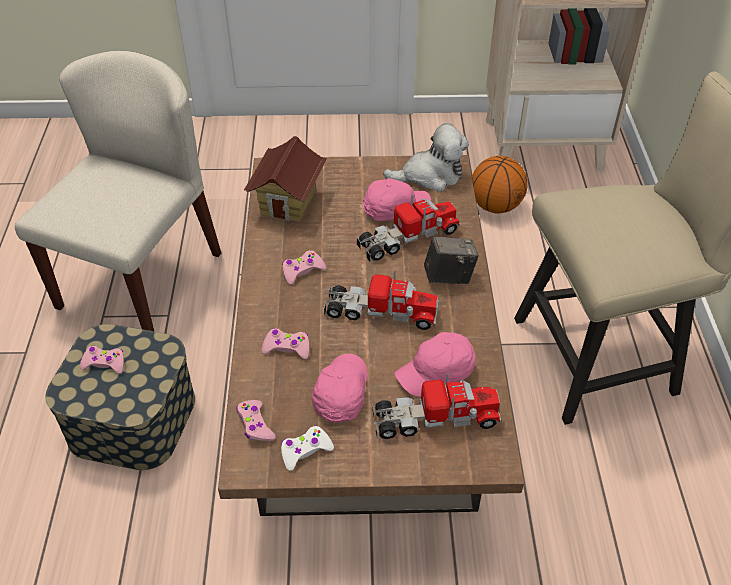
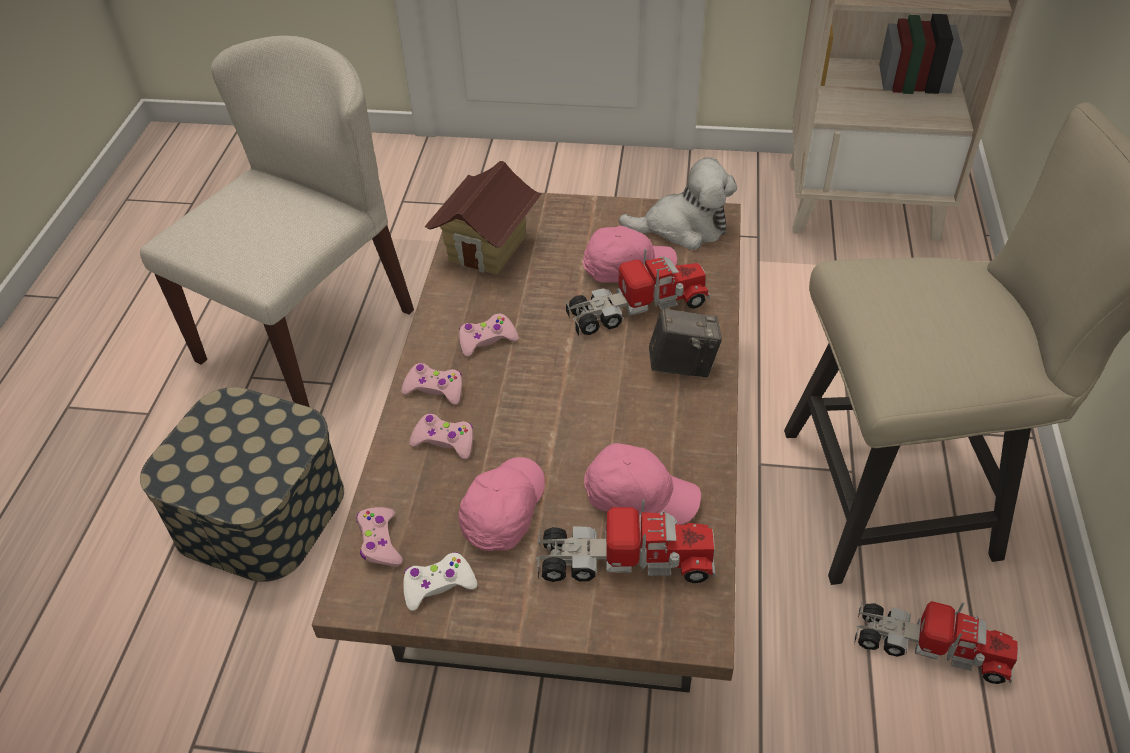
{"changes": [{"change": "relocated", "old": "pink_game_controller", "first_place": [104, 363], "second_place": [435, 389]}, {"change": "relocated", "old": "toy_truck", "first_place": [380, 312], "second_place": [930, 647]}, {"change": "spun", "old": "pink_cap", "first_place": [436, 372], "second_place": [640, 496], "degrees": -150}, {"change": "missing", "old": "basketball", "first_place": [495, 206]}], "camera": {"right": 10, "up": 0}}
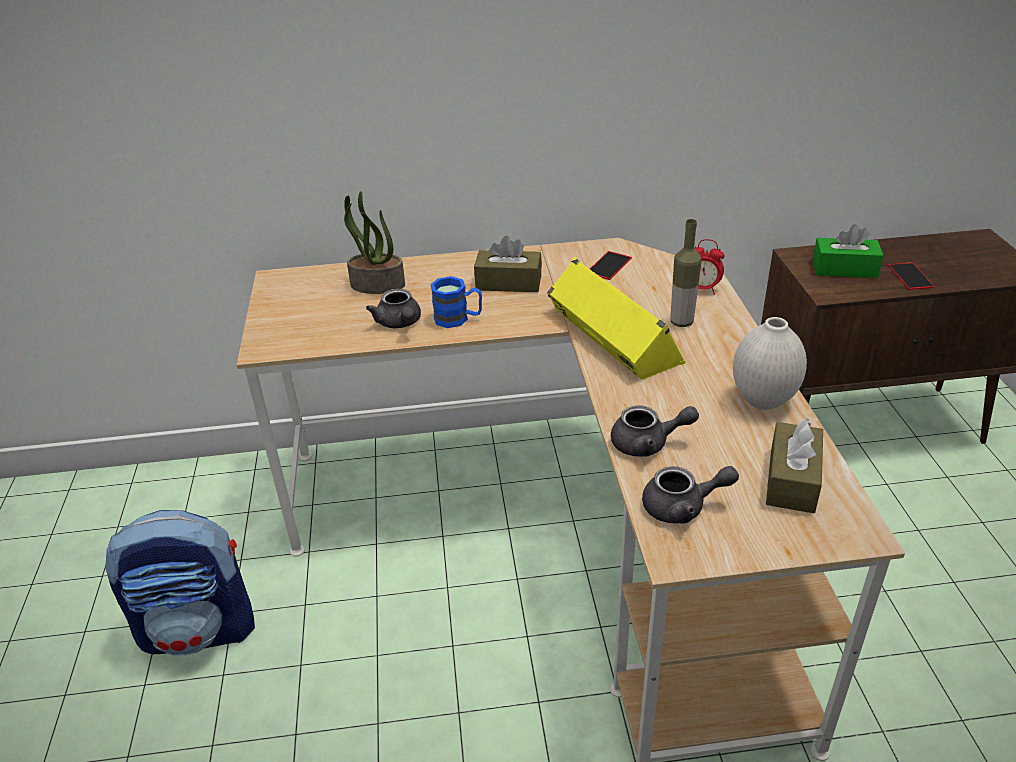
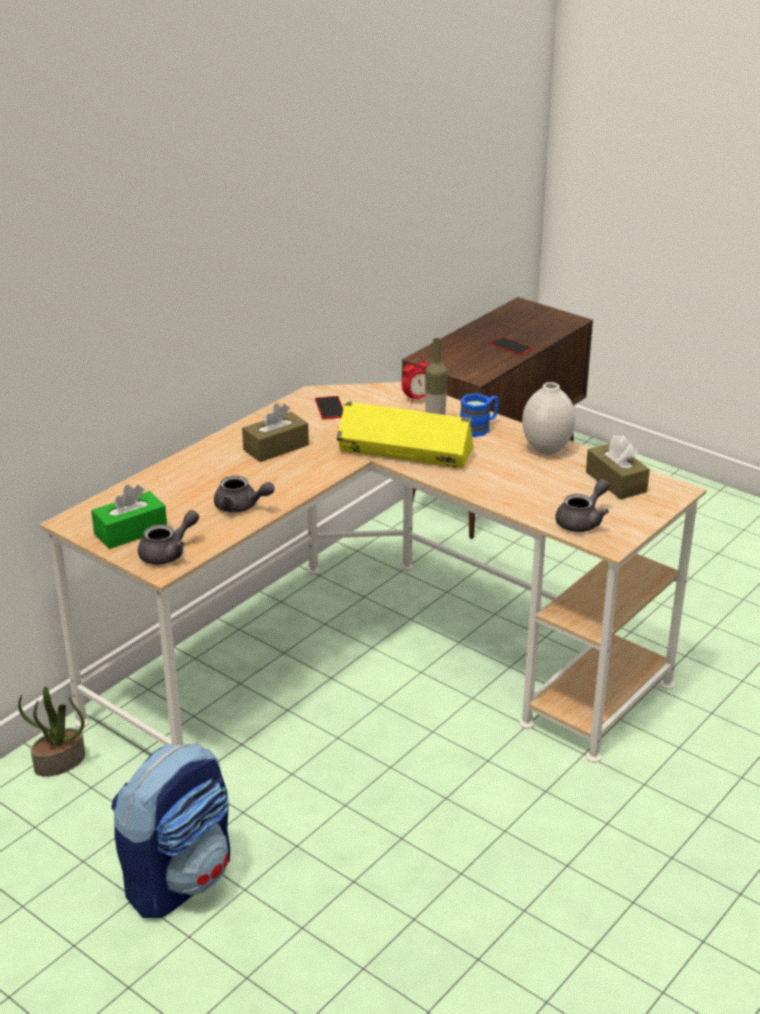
{"changes": [{"change": "relocated", "old": "potted_plant", "first_place": [376, 285], "second_place": [59, 763]}, {"change": "relocated", "old": "blue_mug", "first_place": [458, 319], "second_place": [479, 428]}, {"change": "relocated", "old": "grey_teapot", "first_place": [648, 444], "second_place": [168, 553]}, {"change": "relocated", "old": "green_tissue_box", "first_place": [844, 269], "second_place": [131, 531]}], "camera": {"right": -45, "up": -5}}
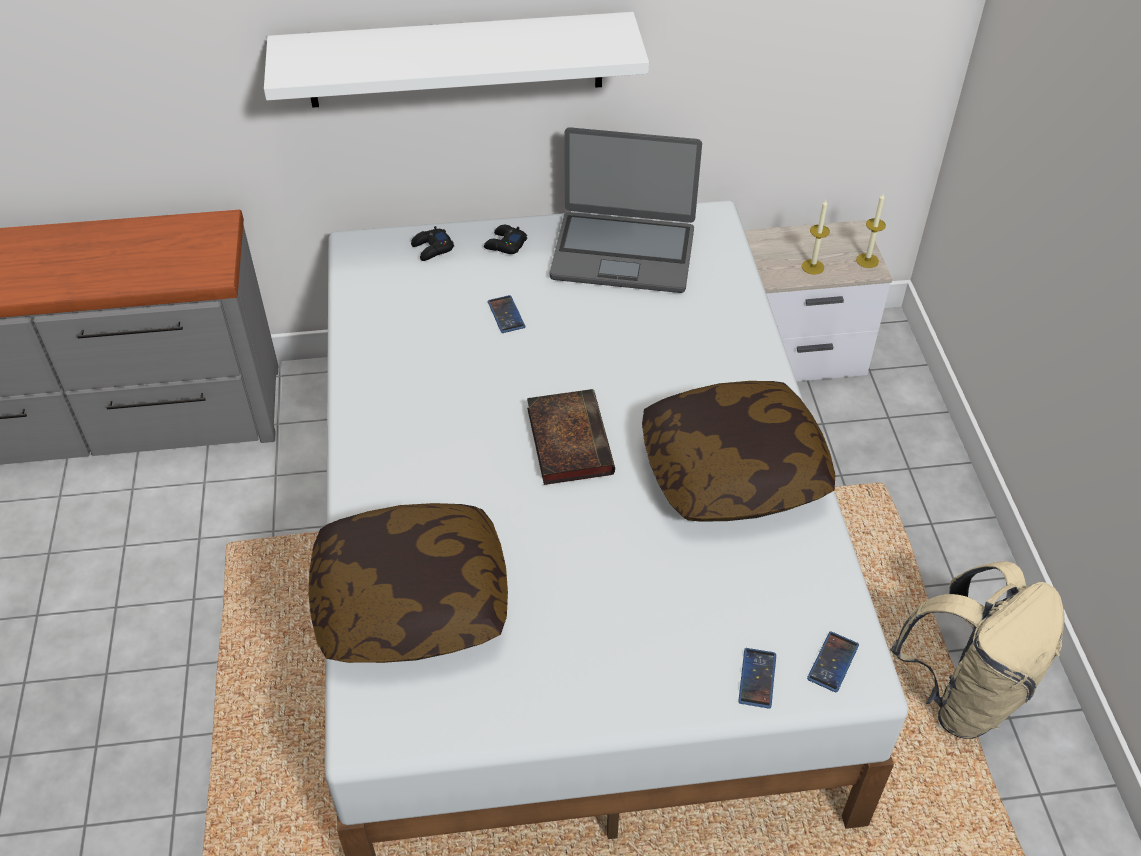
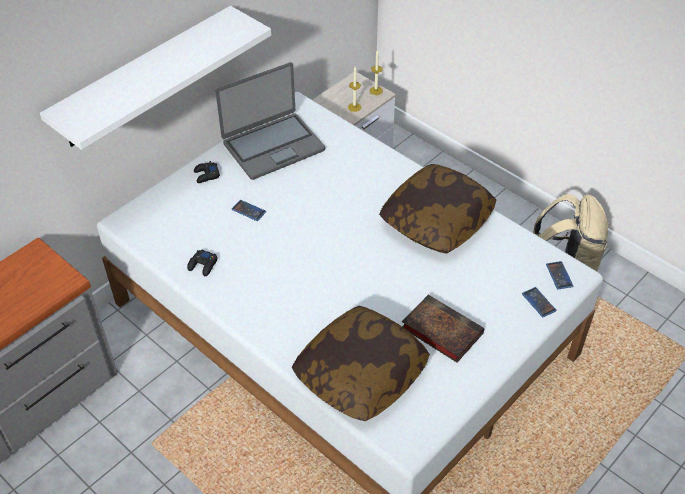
{"changes": [{"change": "relocated", "old": "black_game_controller", "first_place": [432, 249], "second_place": [203, 265]}, {"change": "relocated", "old": "book", "first_place": [567, 439], "second_place": [440, 330]}], "camera": {"right": -40, "up": 0}}
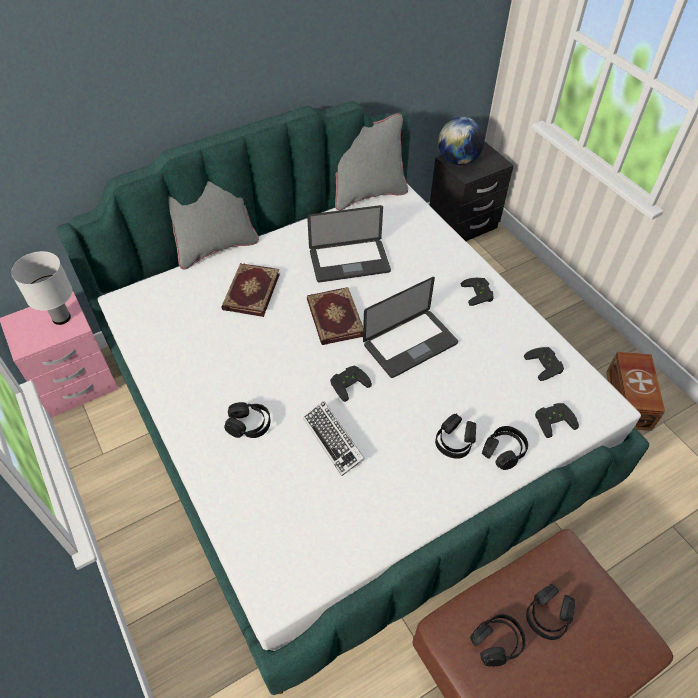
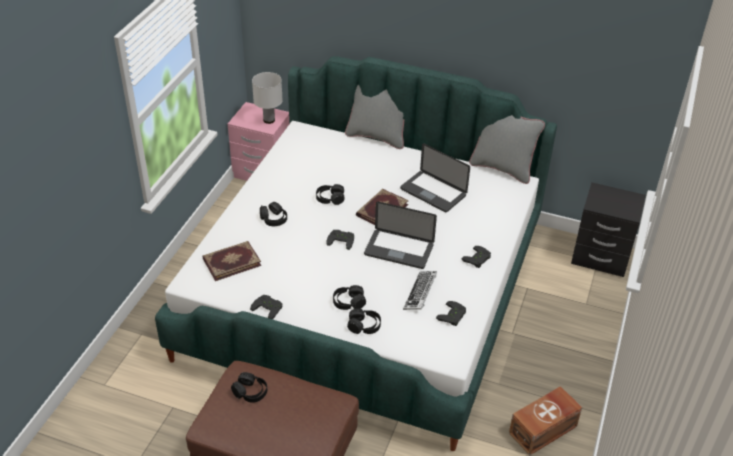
{"changes": [{"change": "relocated", "old": "book", "first_place": [250, 291], "second_place": [231, 261]}, {"change": "relocated", "old": "keyboard", "first_place": [333, 440], "second_place": [420, 293]}, {"change": "missing", "old": "globe", "first_place": [458, 160]}, {"change": "relocated", "old": "black_headphones", "first_place": [548, 615], "second_place": [330, 199]}, {"change": "relocated", "old": "black_game_controller", "first_place": [553, 419], "second_place": [268, 307]}], "camera": {"right": 50, "up": -10}}
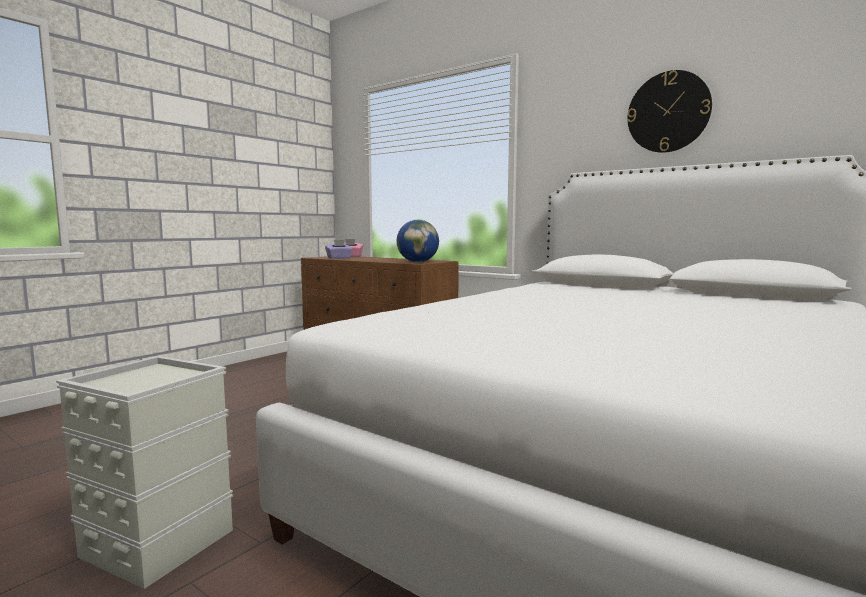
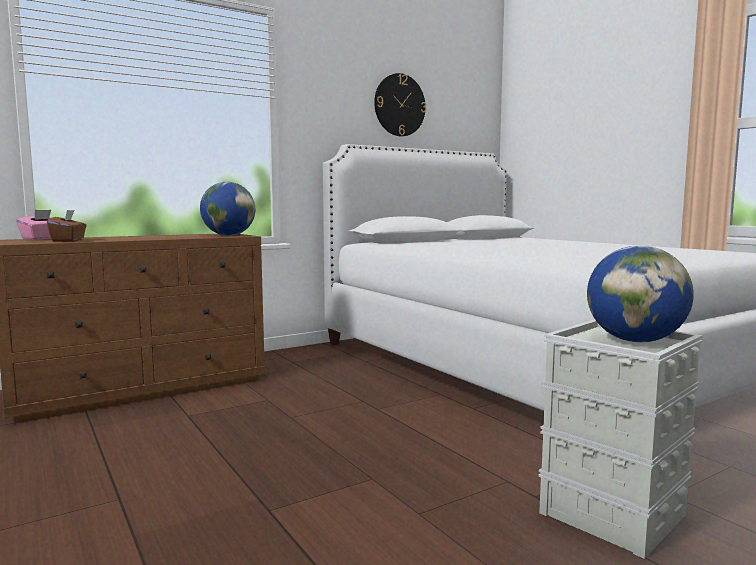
{"changes": [{"change": "colour", "old": "purple_tissue_box", "new": "brown_tissue_box", "first_place": [339, 258], "second_place": [69, 240]}, {"change": "appeared", "new": "globe", "second_place": [635, 341]}], "camera": {"right": -70, "up": 0}}
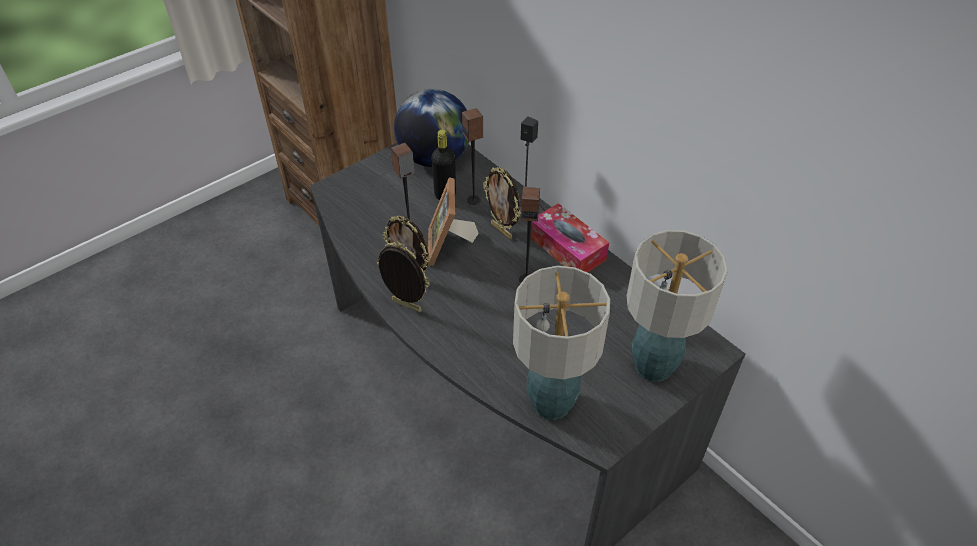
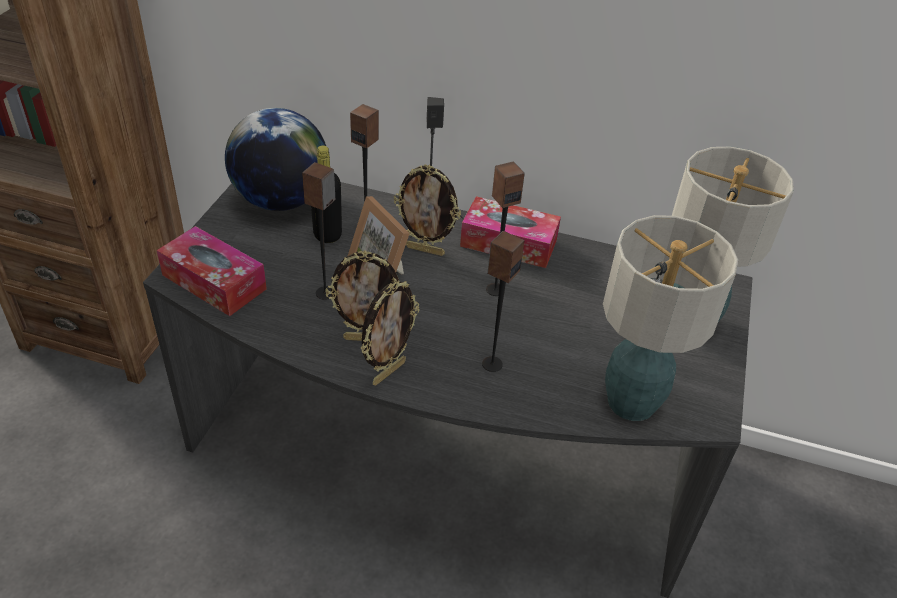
{"changes": [{"change": "spun", "old": "picture_frame", "first_place": [405, 307], "second_place": [388, 372], "degrees": 135}, {"change": "appeared", "new": "tissue_box", "second_place": [214, 282]}, {"change": "appeared", "new": "speaker", "second_place": [491, 364]}], "camera": {"right": -35, "up": -5}}
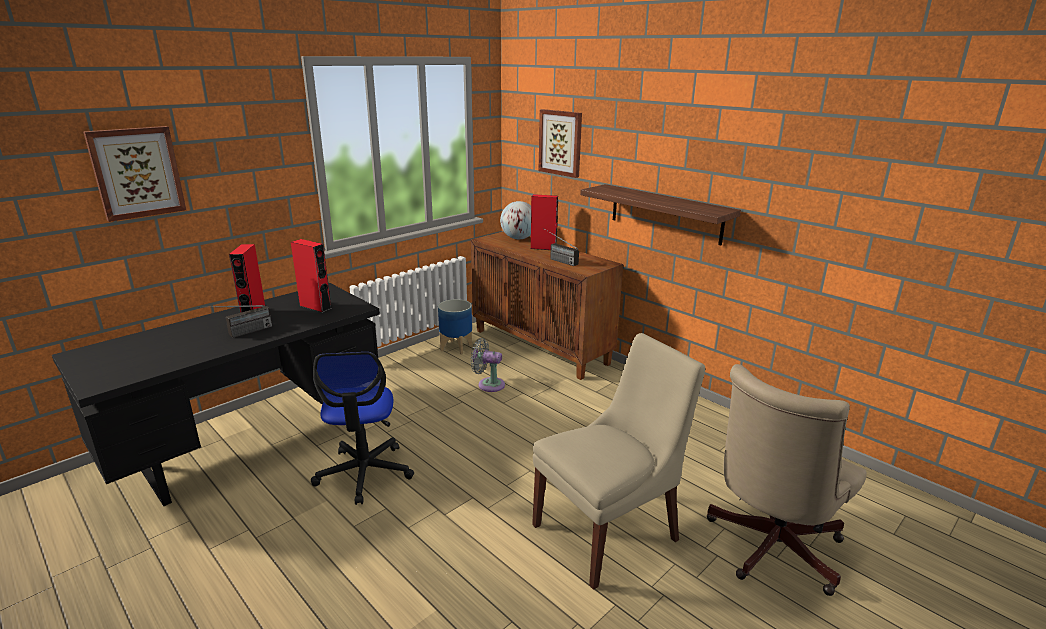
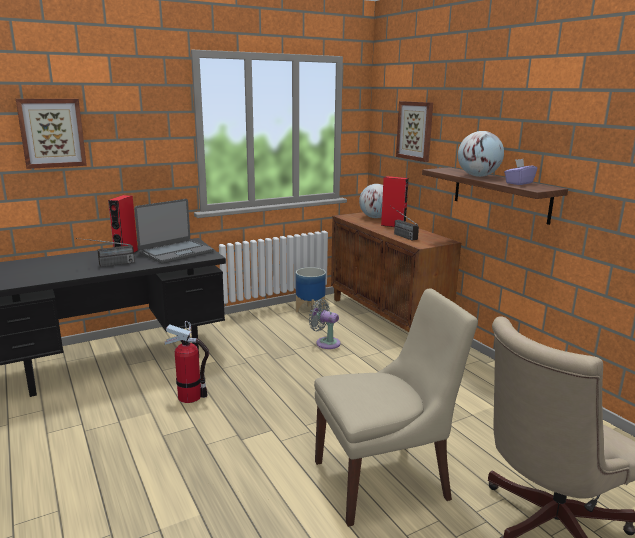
{"changes": [{"change": "exchanged", "old": "red_speaker", "new": "laptop", "first_place": [315, 307], "second_place": [176, 252]}, {"change": "exchanged", "old": "office_chair", "new": "fire_extinguisher", "first_place": [364, 473], "second_place": [190, 396]}, {"change": "appeared", "new": "globe", "second_place": [478, 176]}, {"change": "appeared", "new": "purple_tissue_box", "second_place": [518, 183]}], "camera": {"right": 15, "up": -5}}
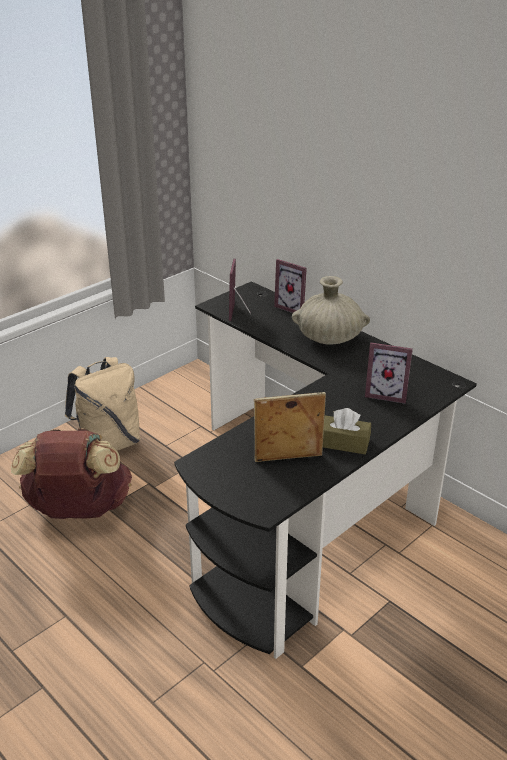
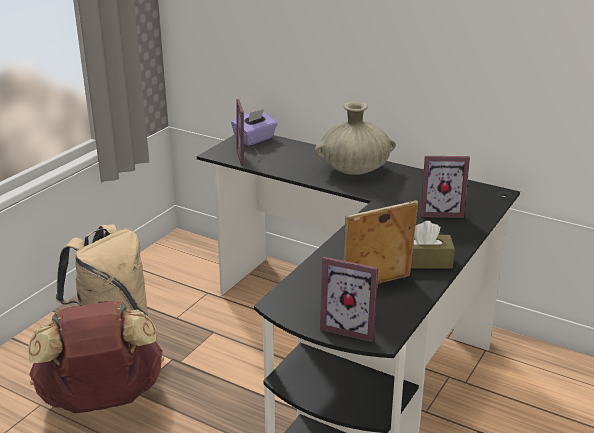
{"changes": [{"change": "relocated", "old": "picture_frame", "first_place": [293, 307], "second_place": [350, 327]}, {"change": "appeared", "new": "purple_tissue_box", "second_place": [255, 139]}], "camera": {"right": -15, "up": -5}}
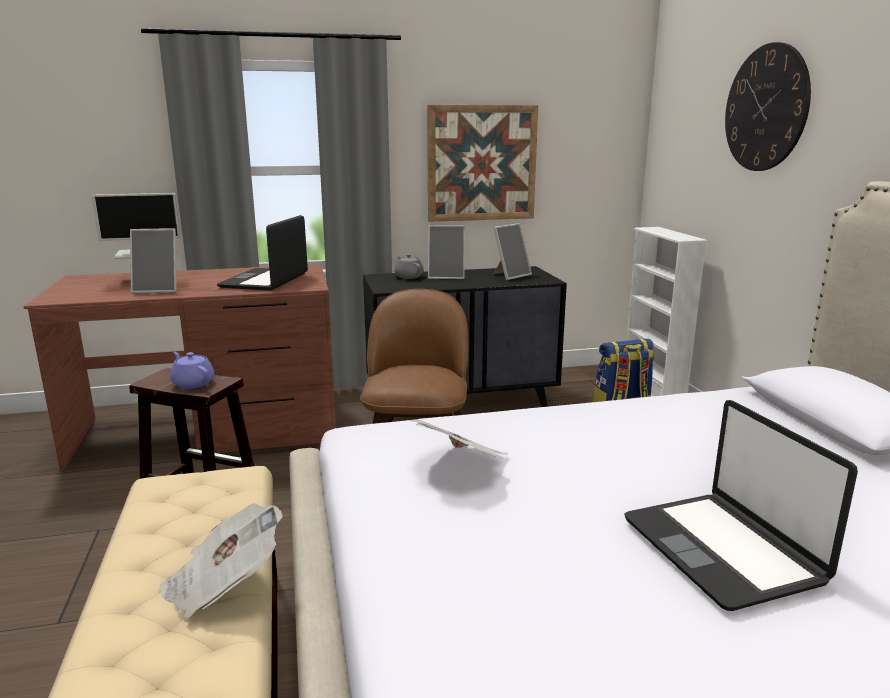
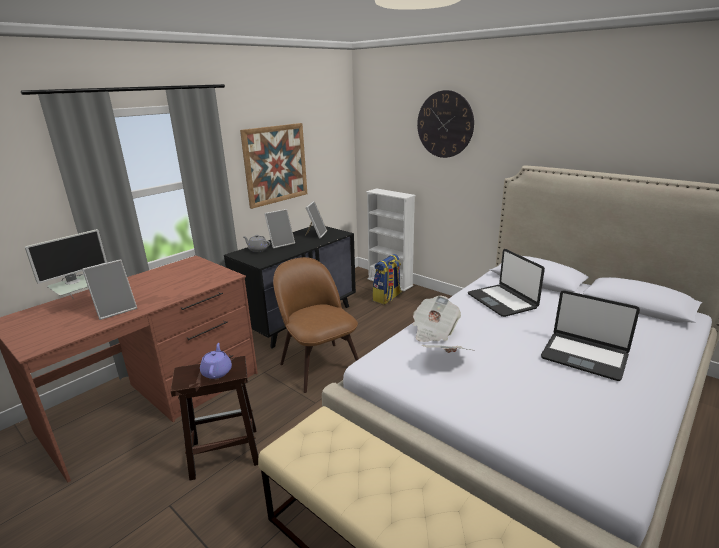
{"changes": [{"change": "relocated", "old": "newspaper", "first_place": [223, 584], "second_place": [433, 331]}, {"change": "spun", "old": "purple_teapot", "first_place": [193, 383], "second_place": [217, 371], "degrees": 75}, {"change": "relocated", "old": "laptop", "first_place": [265, 281], "second_place": [502, 301]}], "camera": {"right": -35, "up": 5}}
